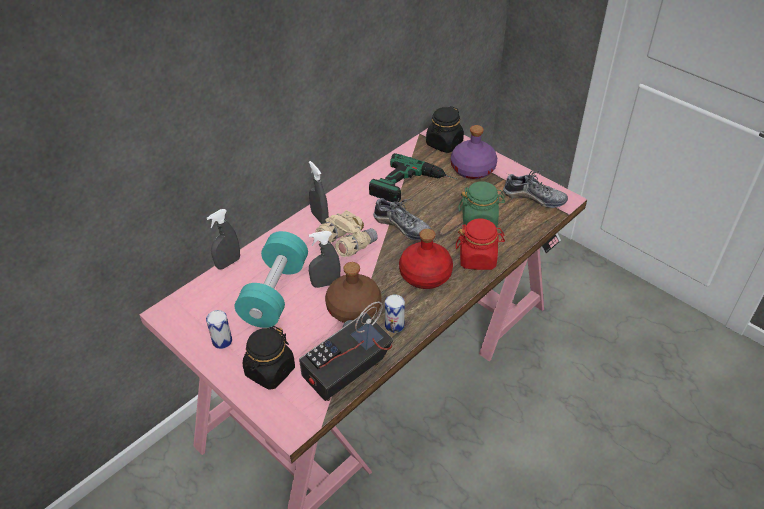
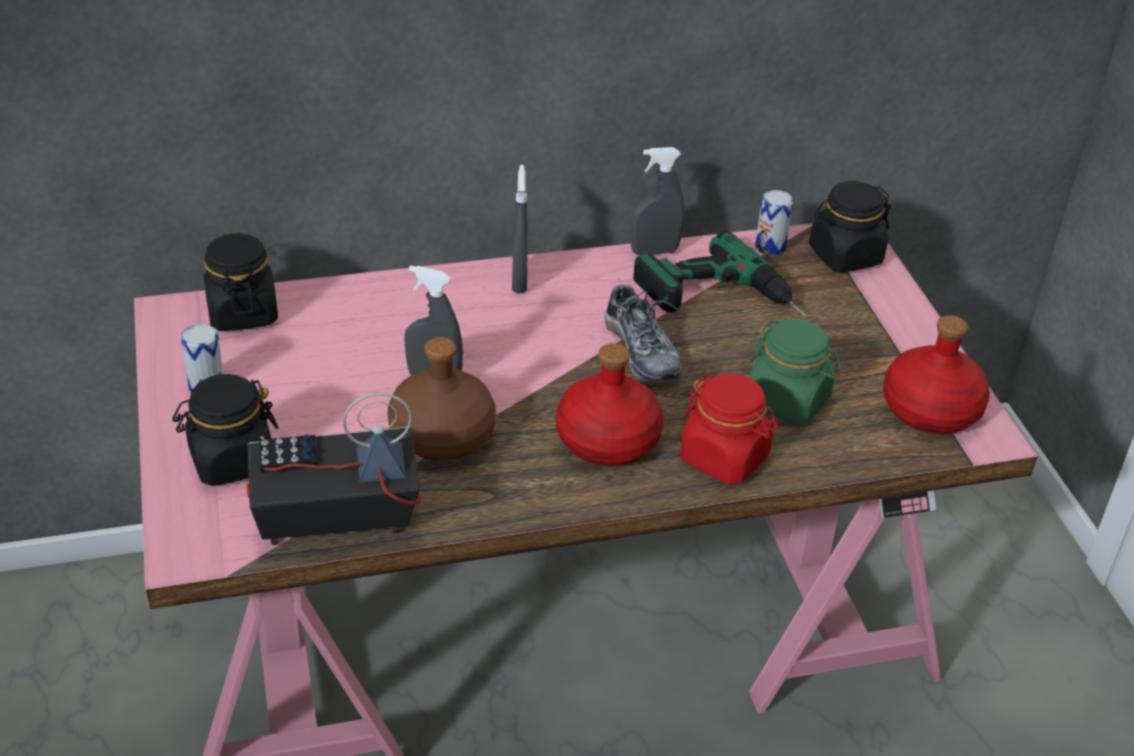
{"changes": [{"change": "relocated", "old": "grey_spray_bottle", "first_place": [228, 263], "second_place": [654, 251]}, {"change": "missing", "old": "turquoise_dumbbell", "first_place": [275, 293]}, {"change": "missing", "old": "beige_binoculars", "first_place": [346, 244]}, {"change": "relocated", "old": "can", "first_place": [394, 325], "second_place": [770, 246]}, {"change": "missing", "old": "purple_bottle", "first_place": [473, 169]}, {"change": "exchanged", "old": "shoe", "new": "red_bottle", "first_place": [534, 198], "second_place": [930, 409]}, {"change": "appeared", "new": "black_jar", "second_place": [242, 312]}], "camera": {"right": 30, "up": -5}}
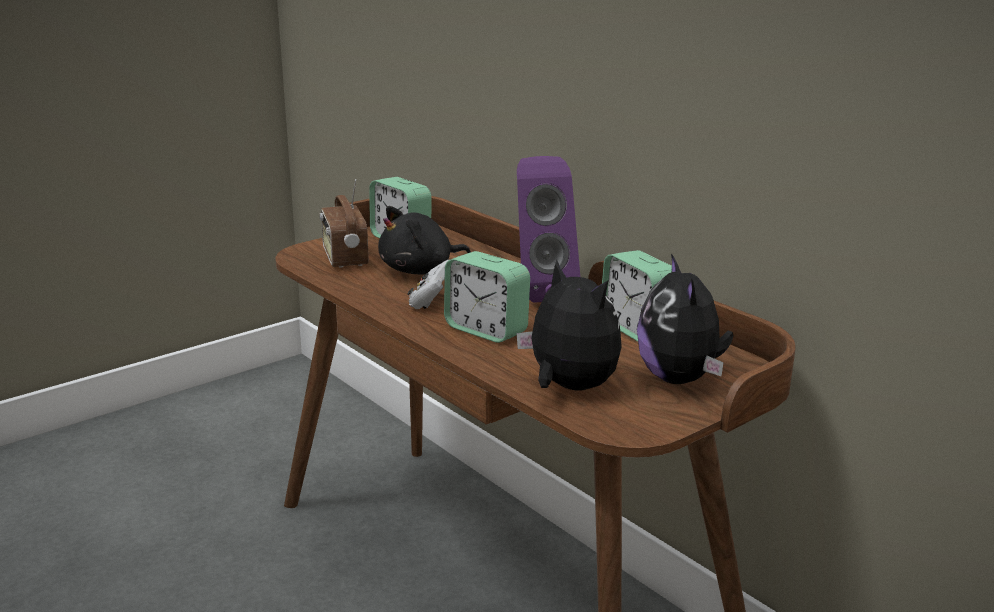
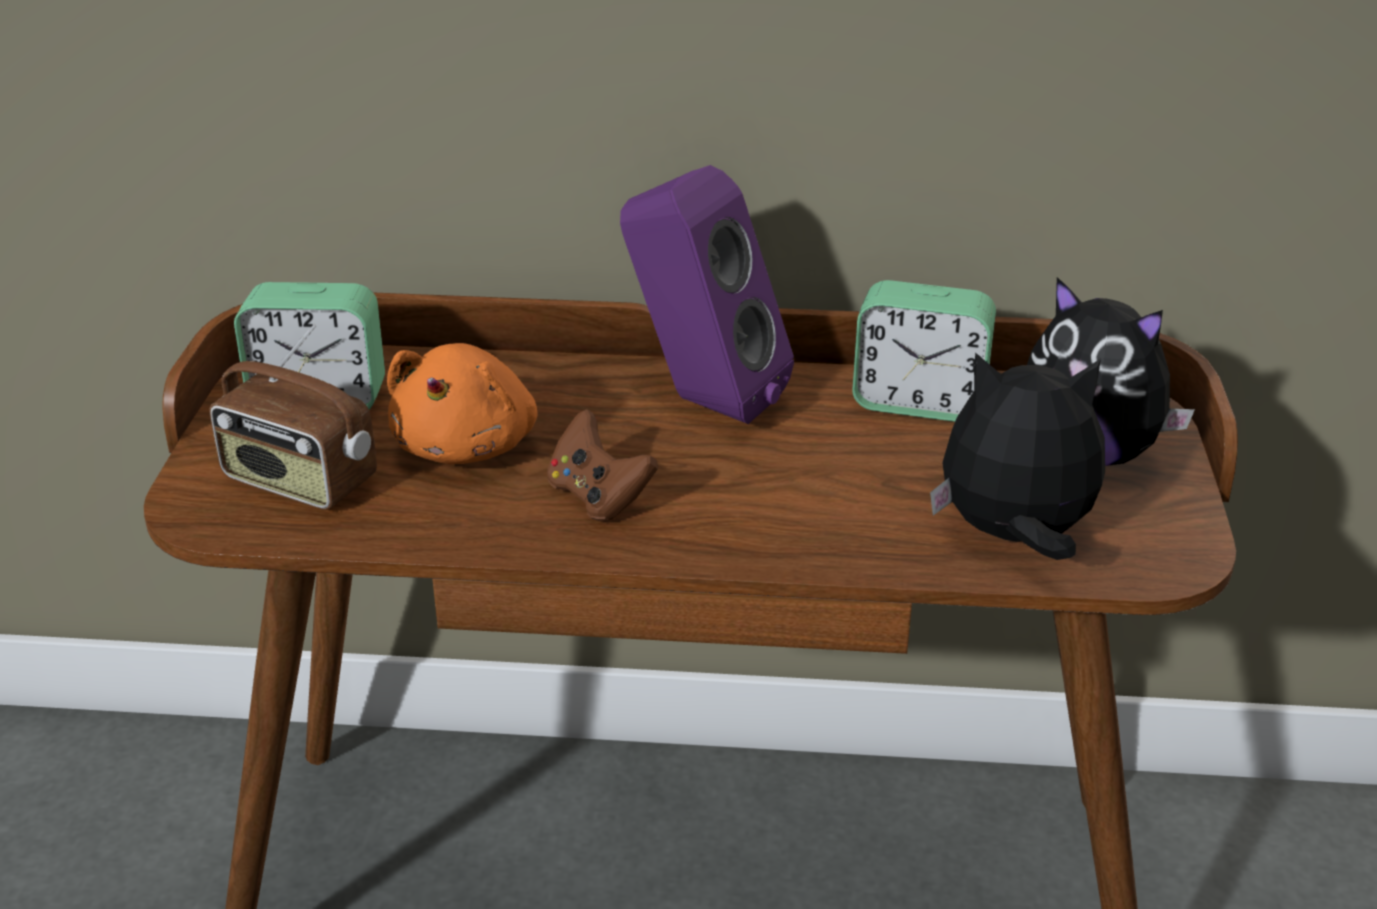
{"changes": [{"change": "colour", "old": "black_plush_toy", "new": "orange_plush_toy", "first_place": [420, 270], "second_place": [468, 446]}, {"change": "colour", "old": "white_game_controller", "new": "brown_game_controller", "first_place": [430, 302], "second_place": [598, 497]}, {"change": "missing", "old": "alarm_clock", "first_place": [486, 330]}], "camera": {"right": -45, "up": 10}}
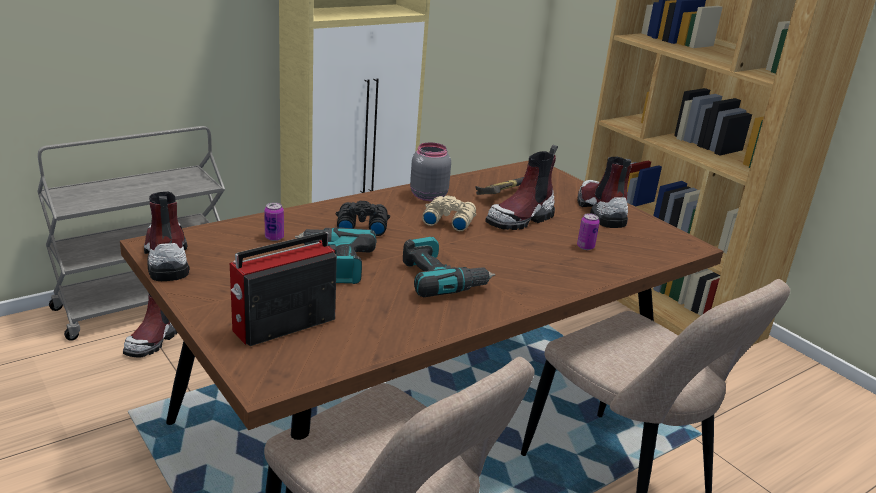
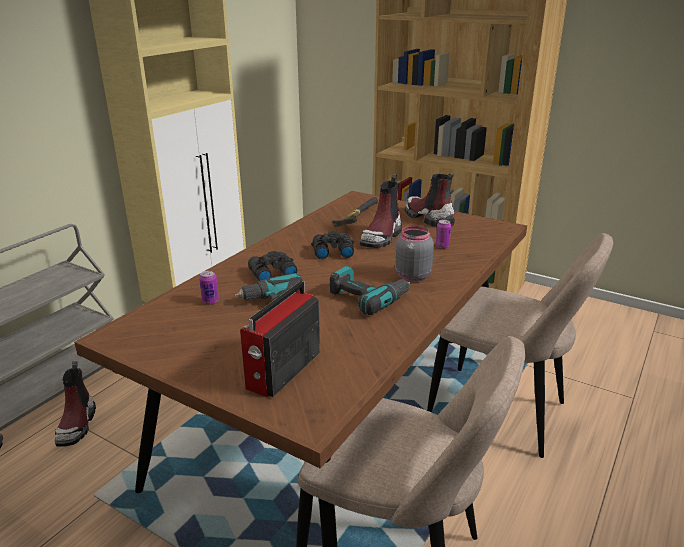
{"changes": [{"change": "missing", "old": "boot", "first_place": [166, 258]}, {"change": "relocated", "old": "grey_jar", "first_place": [427, 196], "second_place": [411, 276]}, {"change": "colour", "old": "beige_binoculars", "new": "black_binoculars", "first_place": [448, 220], "second_place": [332, 251]}], "camera": {"right": -20, "up": 0}}
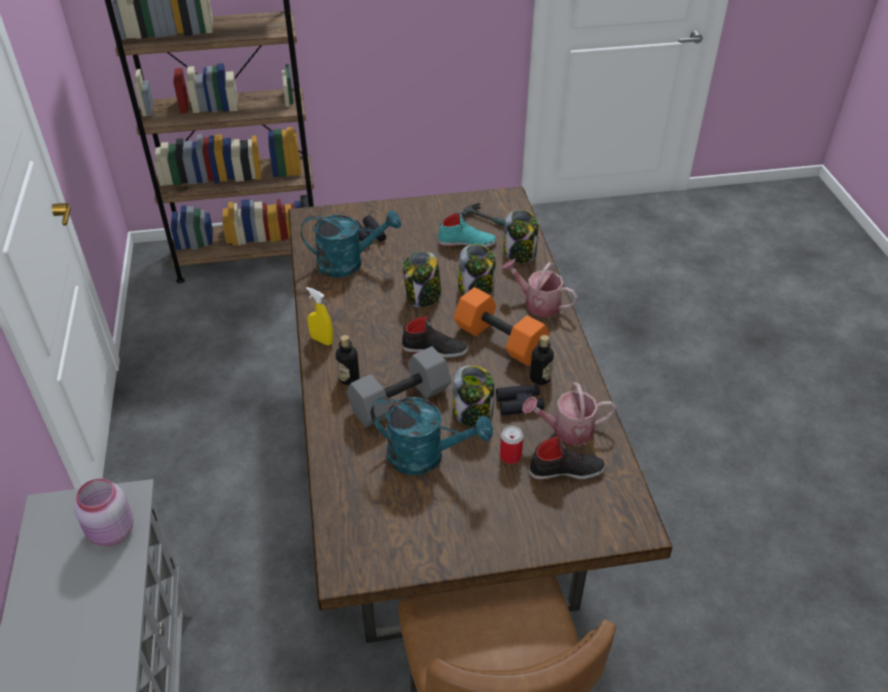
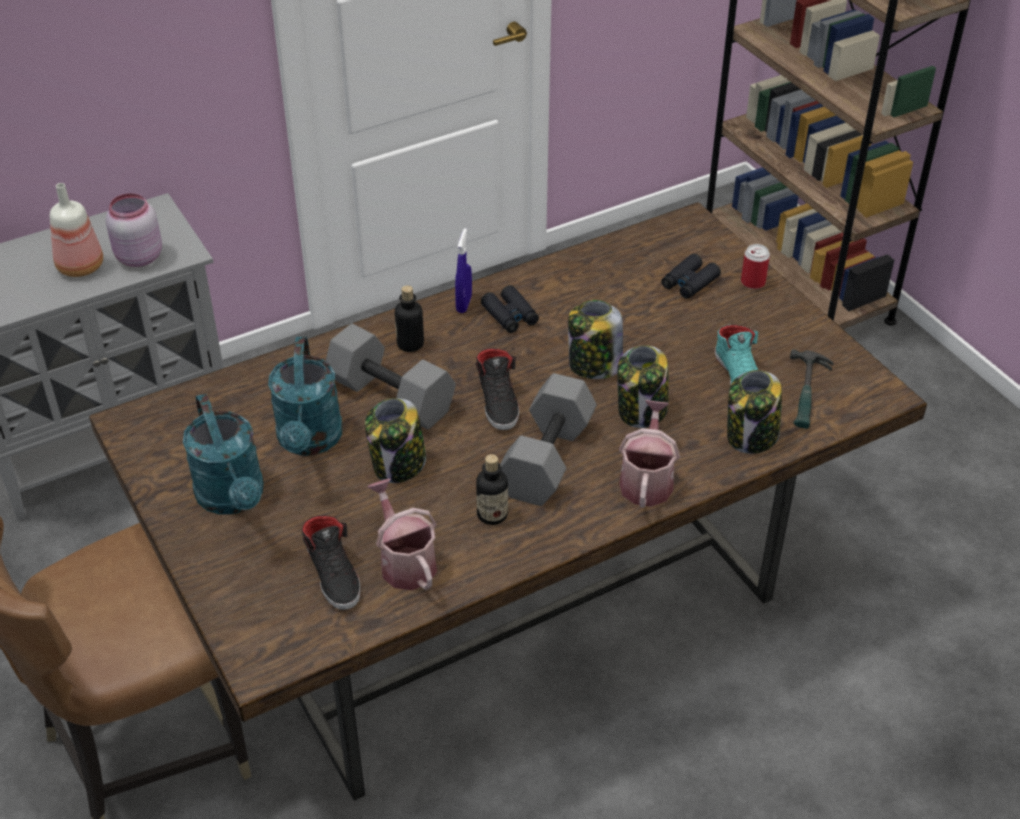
{"changes": [{"change": "relocated", "old": "turquoise_watering_can", "first_place": [348, 263], "second_place": [234, 498]}, {"change": "colour", "old": "yellow_spray_bottle", "new": "blue_spray_bottle", "first_place": [322, 340], "second_place": [464, 304]}, {"change": "colour", "old": "orange_dumbbell", "new": "grey_dumbbell", "first_place": [498, 341], "second_place": [545, 457]}, {"change": "relocated", "old": "black_binoculars", "first_place": [519, 404], "second_place": [510, 315]}, {"change": "relocated", "old": "can", "first_place": [510, 456], "second_place": [753, 282]}, {"change": "appeared", "new": "bottle", "second_place": [79, 267]}], "camera": {"right": 70, "up": 0}}
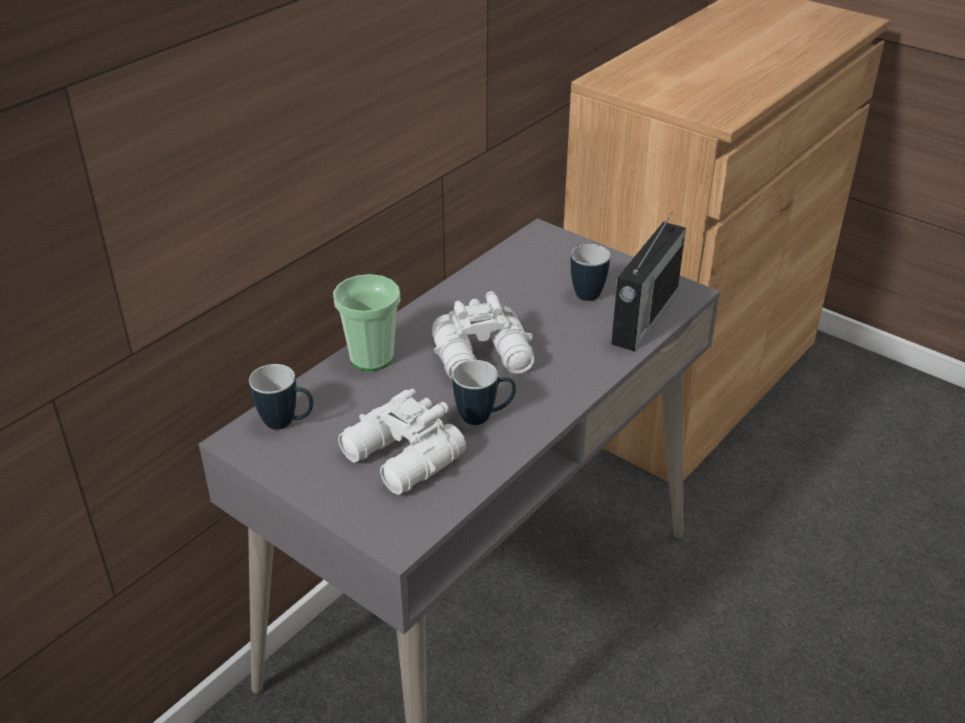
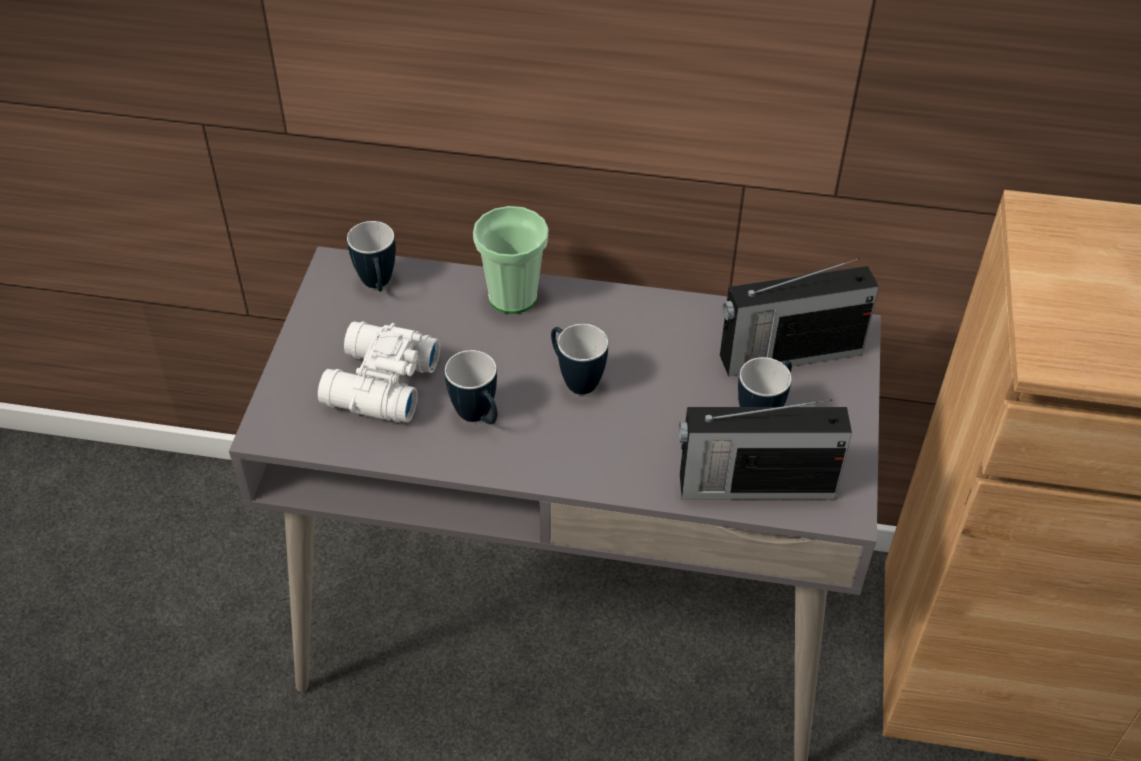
{"changes": [{"change": "exchanged", "old": "white_binoculars", "new": "mug", "first_place": [485, 358], "second_place": [575, 379]}, {"change": "appeared", "new": "radio", "second_place": [787, 355]}], "camera": {"right": 60, "up": 10}}
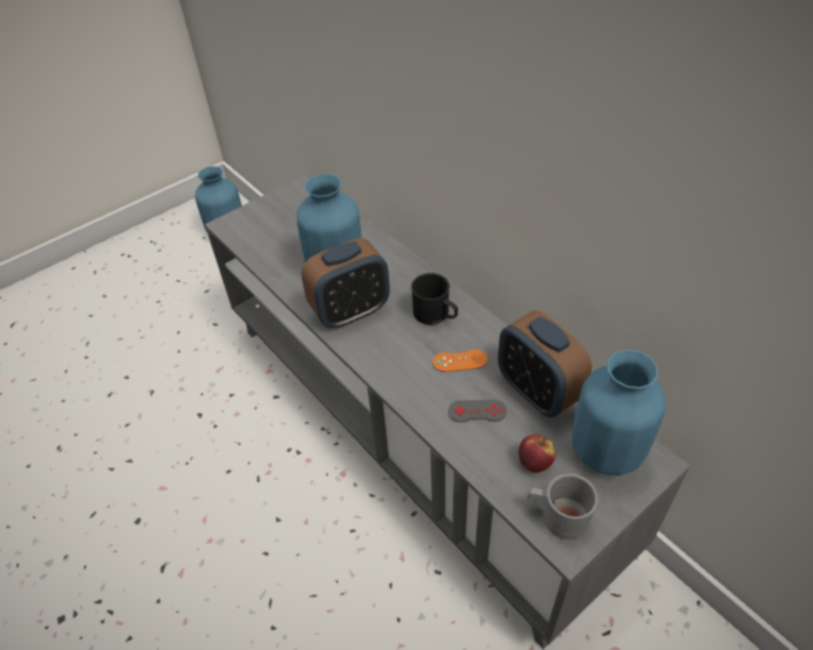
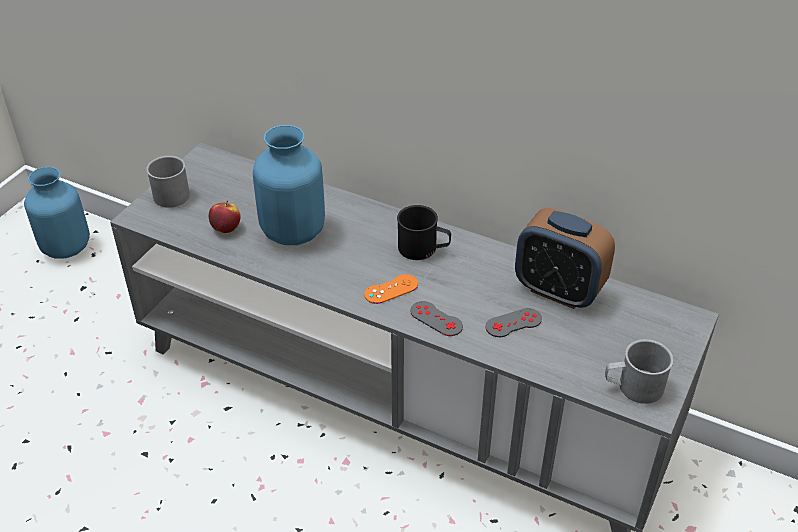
{"changes": [{"change": "missing", "old": "alarm_clock", "first_place": [350, 311]}, {"change": "relocated", "old": "orange_game_controller", "first_place": [460, 361], "second_place": [391, 289]}, {"change": "relocated", "old": "apple", "first_place": [535, 462], "second_place": [226, 228]}, {"change": "missing", "old": "blue_vase", "first_place": [607, 451]}, {"change": "appeared", "new": "grey_mug", "second_place": [170, 192]}, {"change": "appeared", "new": "grey_game_controller", "second_place": [436, 319]}], "camera": {"right": -25, "up": -5}}
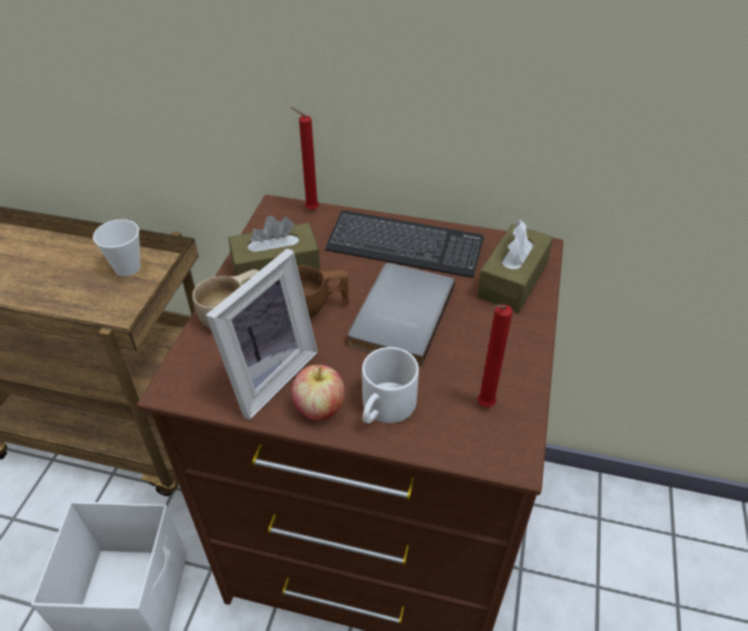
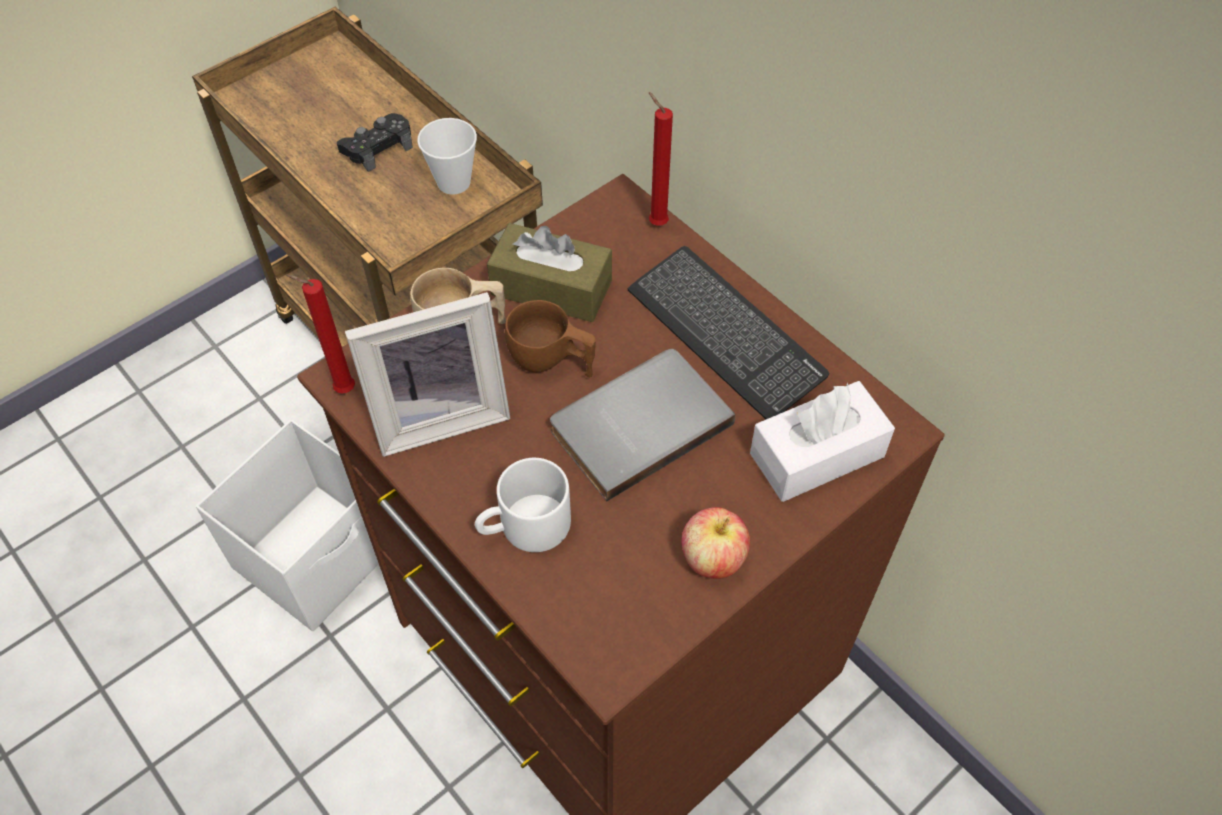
{"changes": [{"change": "relocated", "old": "apple", "first_place": [319, 408], "second_place": [712, 559]}, {"change": "colour", "old": "brown_tissue_box", "new": "white_tissue_box", "first_place": [512, 280], "second_place": [817, 455]}, {"change": "relocated", "old": "red_candle", "first_place": [483, 406], "second_place": [341, 390]}, {"change": "appeared", "new": "black_game_controller", "second_place": [378, 147]}], "camera": {"right": 35, "up": 10}}
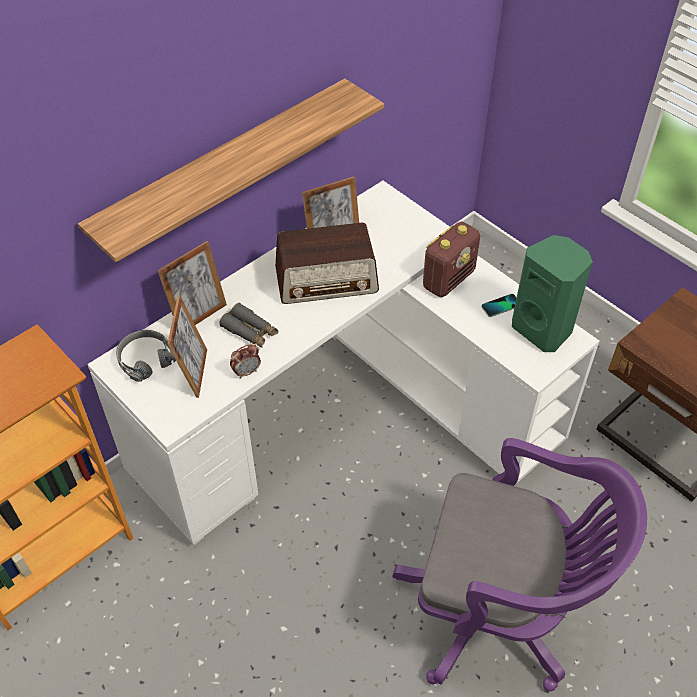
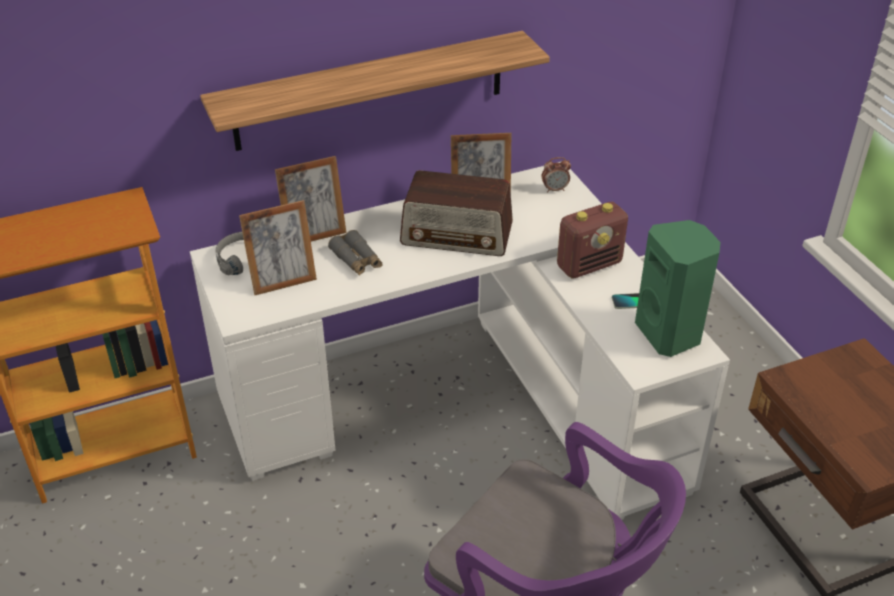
{"changes": [{"change": "spun", "old": "picture_frame", "first_place": [193, 373], "second_place": [283, 282], "degrees": 45}, {"change": "relocated", "old": "alarm_clock", "first_place": [246, 372], "second_place": [555, 189]}], "camera": {"right": 20, "up": -10}}
